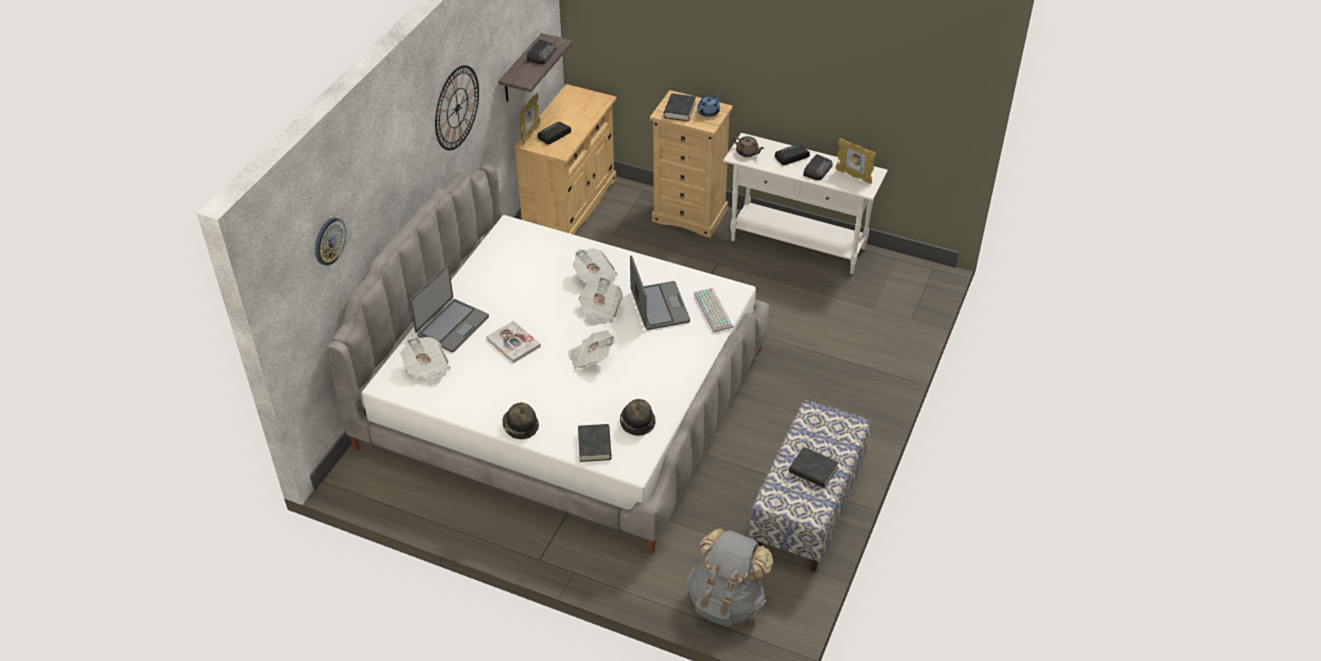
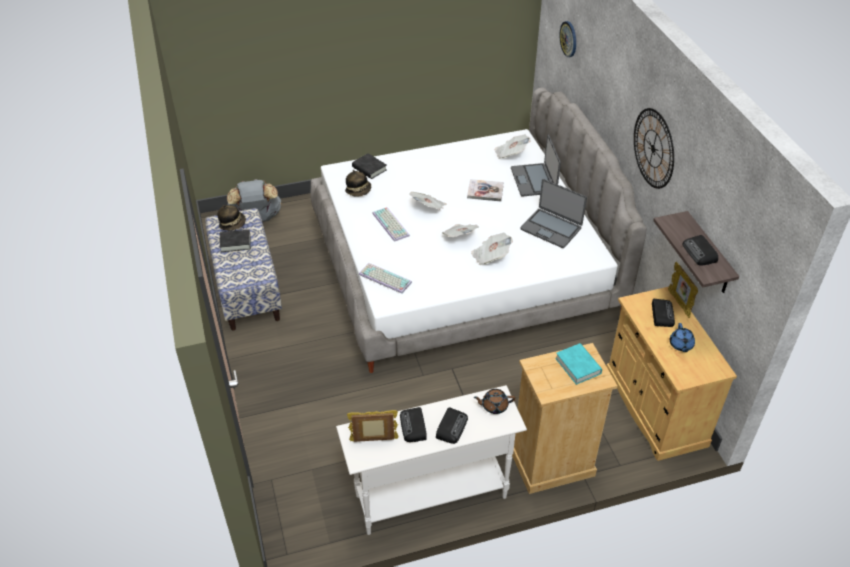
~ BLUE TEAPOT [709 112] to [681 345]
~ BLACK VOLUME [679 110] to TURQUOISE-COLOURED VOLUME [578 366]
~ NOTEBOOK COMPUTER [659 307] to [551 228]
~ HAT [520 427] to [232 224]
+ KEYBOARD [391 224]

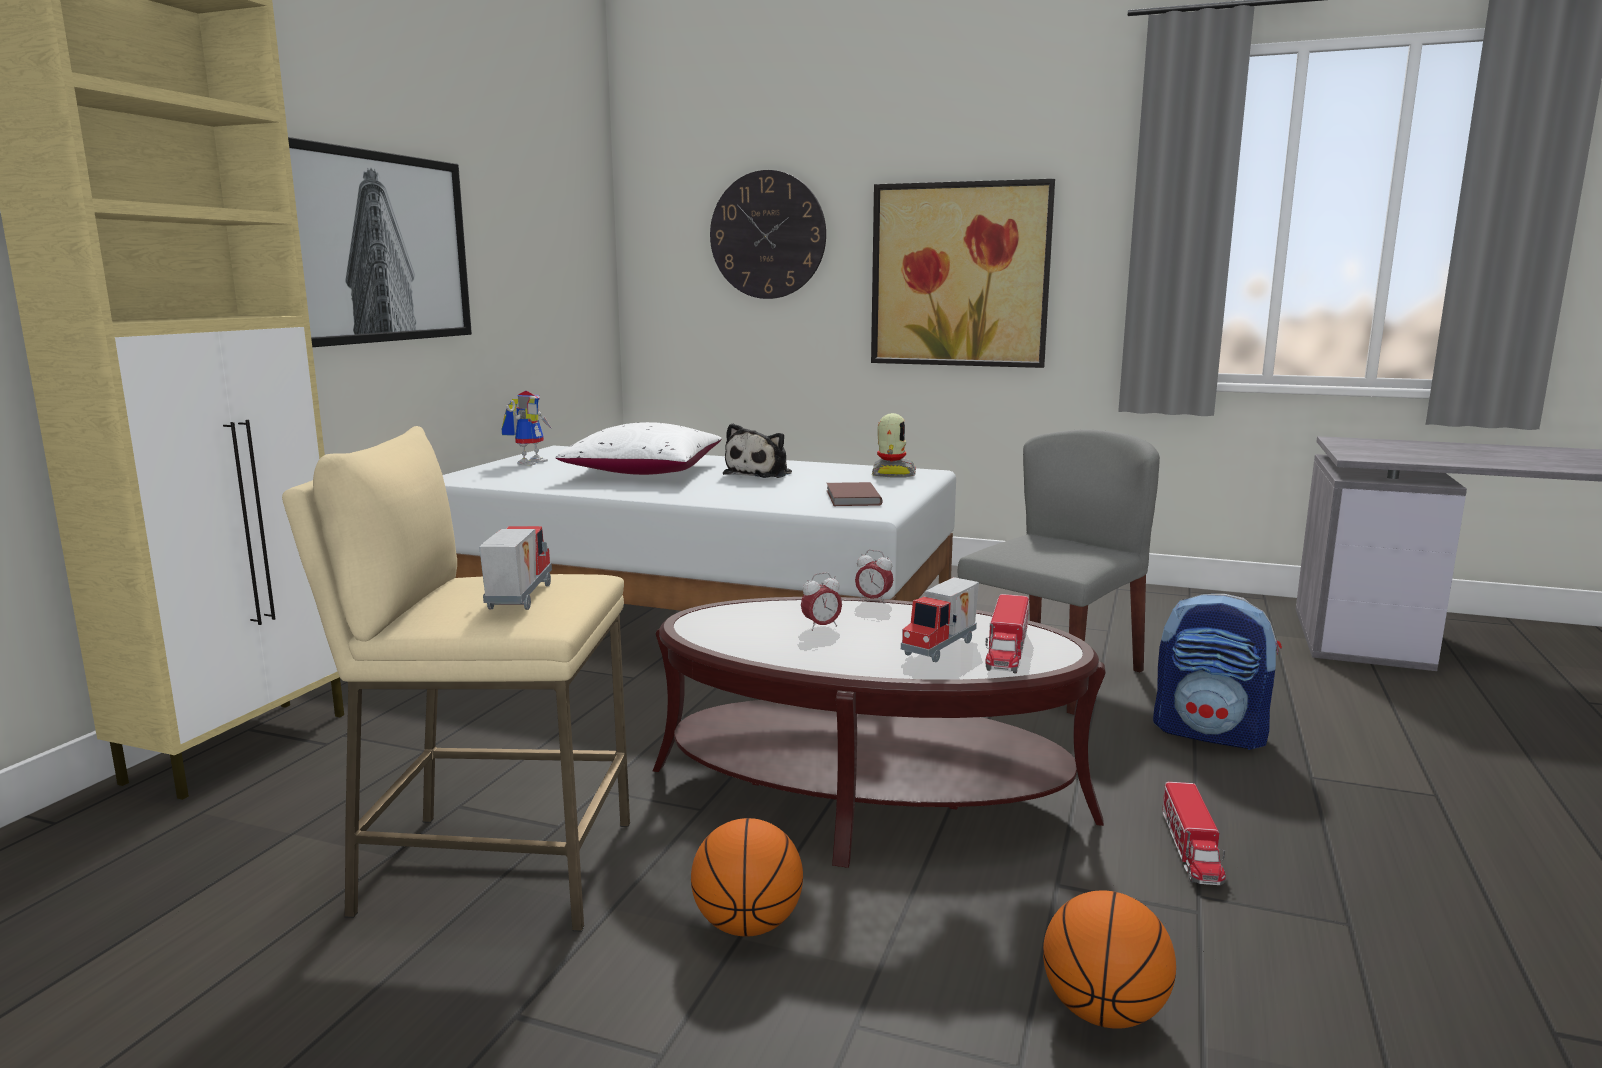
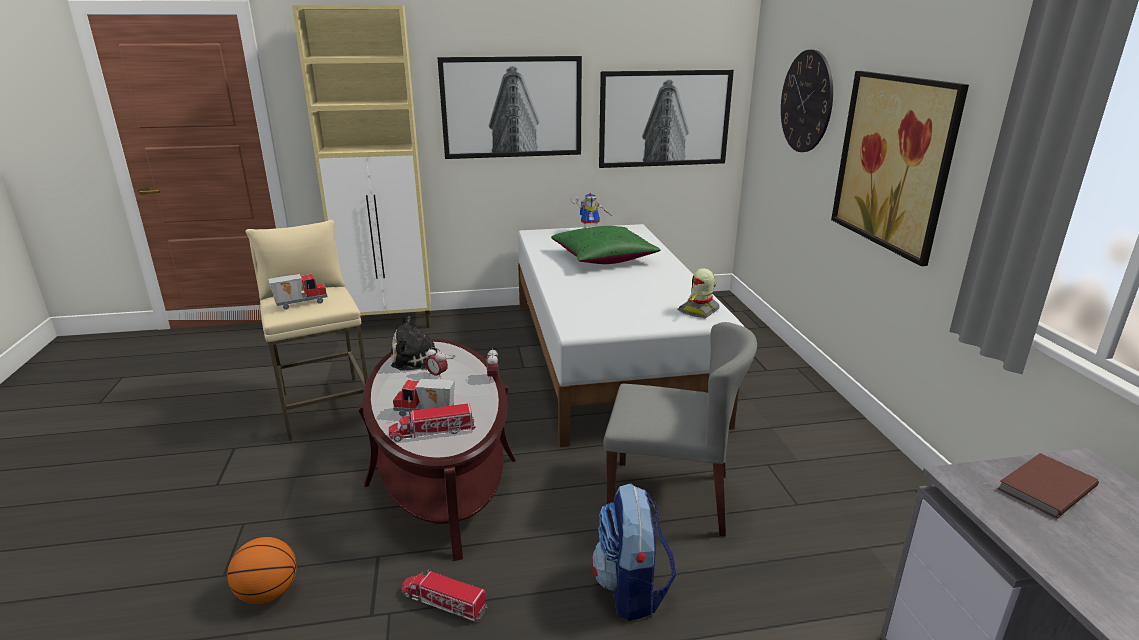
~ TOY ROBOT [892 473] = [699 311] 150 degrees clockwise
~ WHITISH CUSHION [643 472] to GREEN CUSHION [603 258]
~ CUDDLY TOY [760 474] to [418 360]
~ BROWN-COLOURED VOLUME [851 498] to [1043 487]
~ TOY TRUCK [1191 849] = [443 602] 45 degrees clockwise
- BASKETBALL BALL [747 925]
+ WALL ART [664 119]

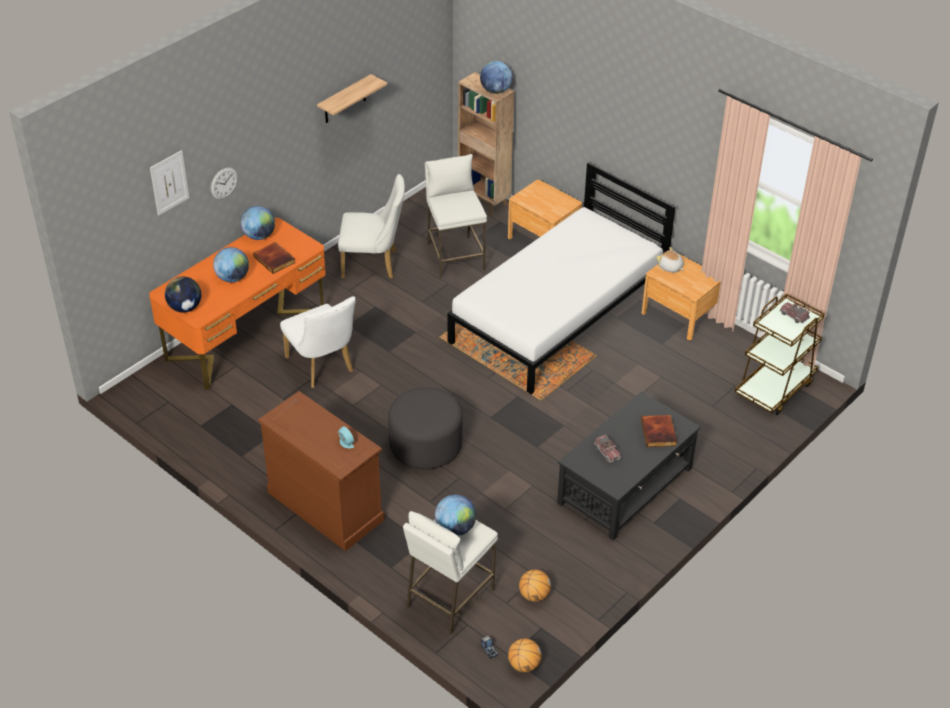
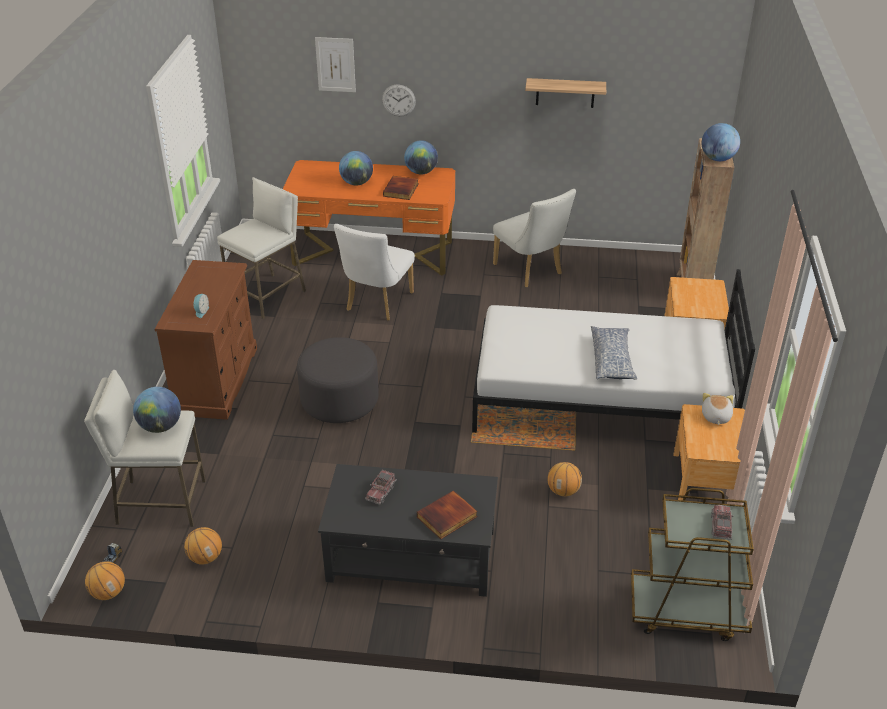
~ WHITISH STOOL SEAT [455 257] to [268 296]
- GLOBE [185 308]
+ CUSHION [612 360]
+ BASKETBALL BALL [563 491]

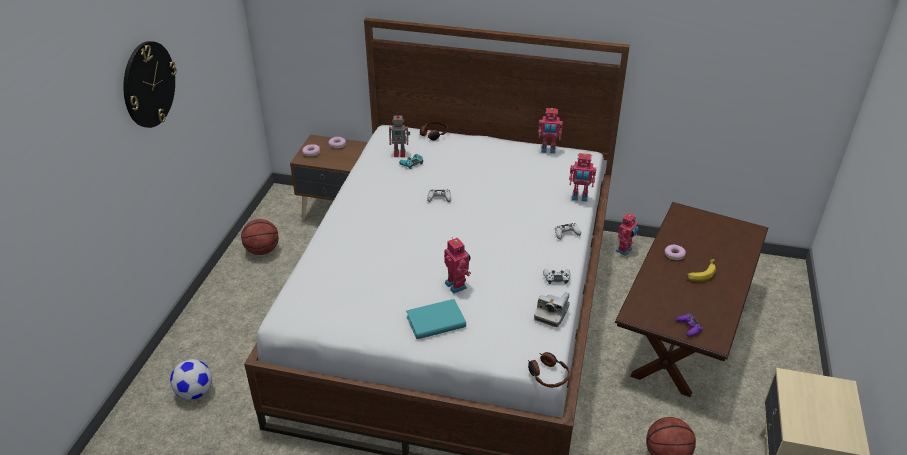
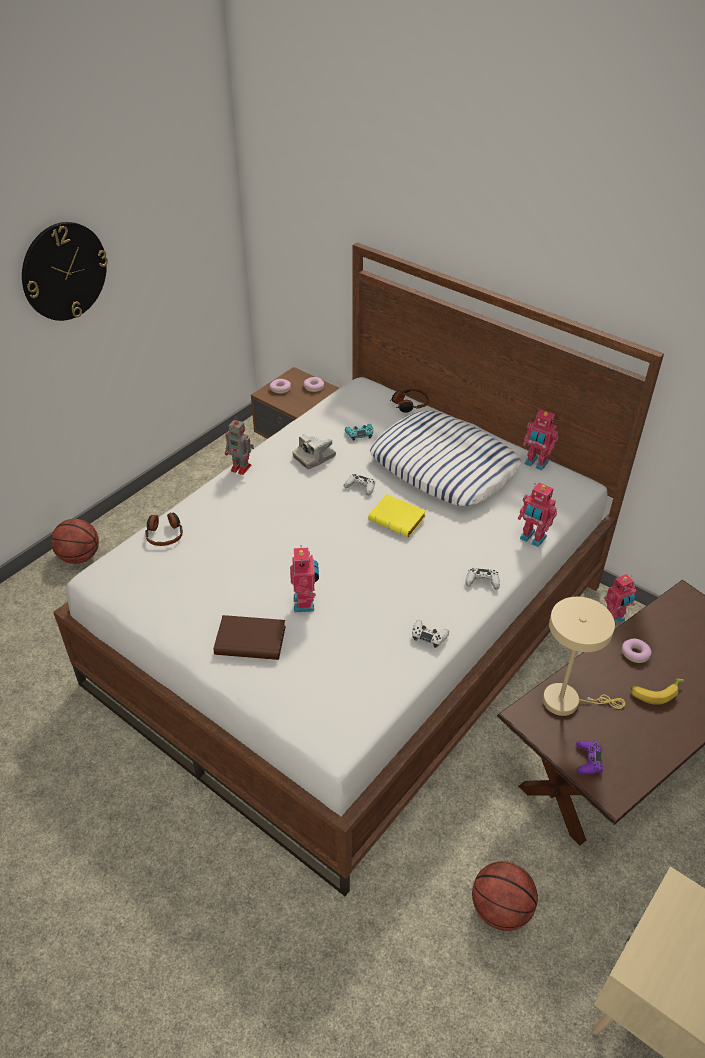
~ TOY ROBOT [400 153] to [242 468]
~ BASKETBALL BALL [262 250] to [79 557]
~ PHOTO CAMERA [551 313] to [314 457]
~ TURQUOISE-COLOURED VOLUME [436 322] to BROWN-COLOURED VOLUME [250 641]
~ HEADPHONES [547 374] to [164 534]
- BALL FOR FOOTBALL [194 392]
+ CUSHION [444 466]
+ YELLOWISH VOLUME [399 519]
+ SAND-COLOURED LAMP FOR A TABLE [567 701]

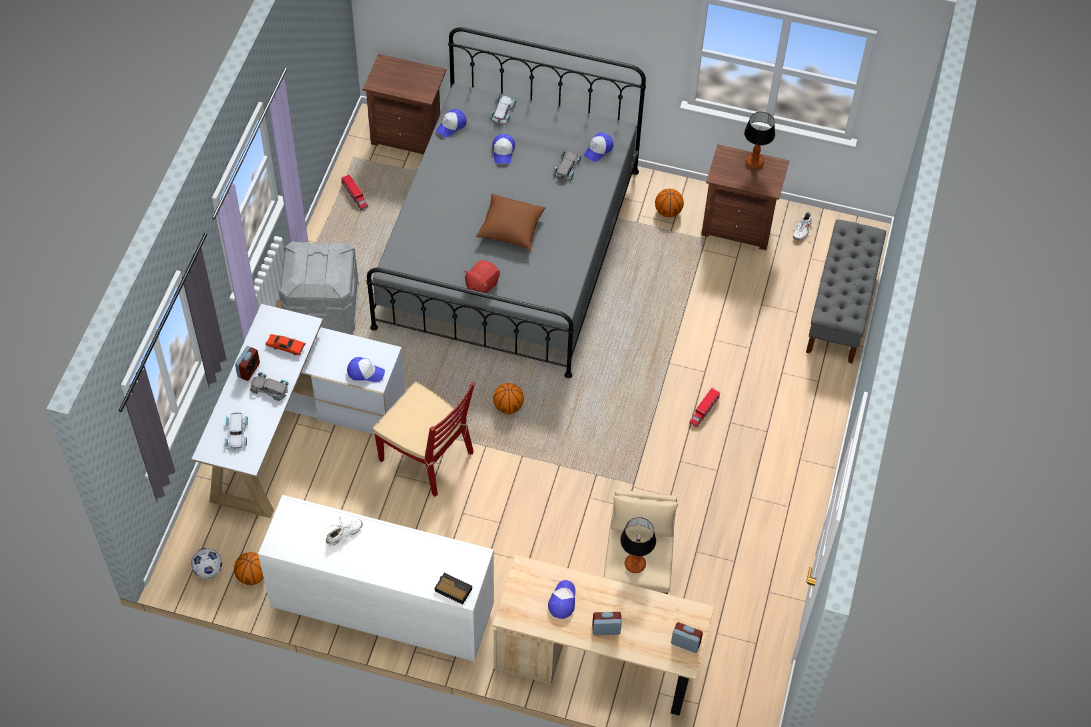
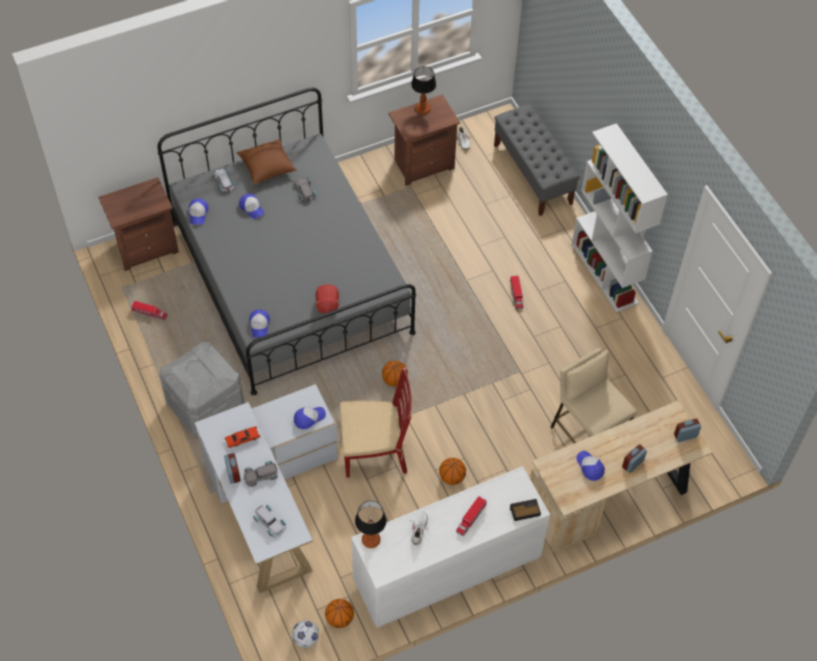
~ PEAKED CAP [598 150] to [259 325]
~ BASKETBALL BALL [668 212] to [452 477]
~ BROWN-COLOURED CUSHION [510 229] to [267 168]
~ LAMP FOR A TABLE [634 564] to [370 540]
+ WHITISH BOOKSHELF [605 273]
+ TOY TRUCK [471 518]

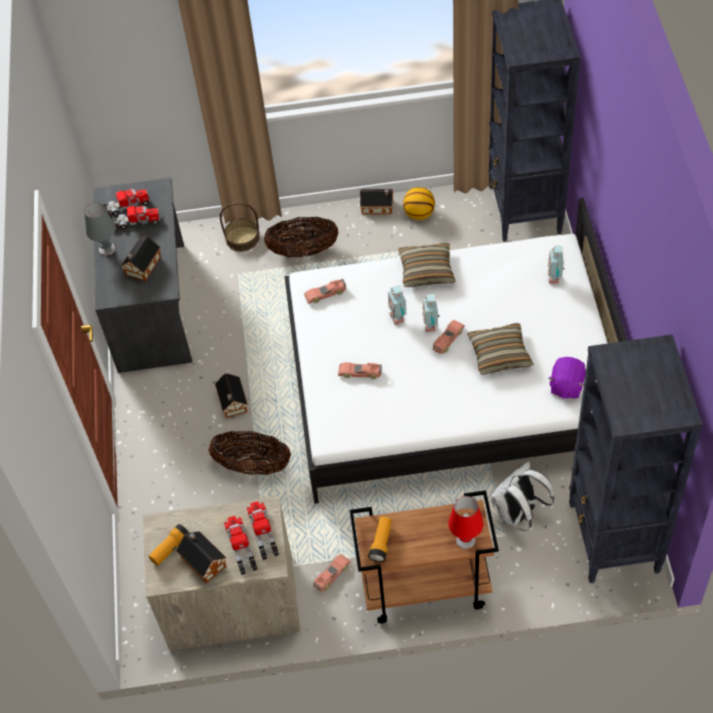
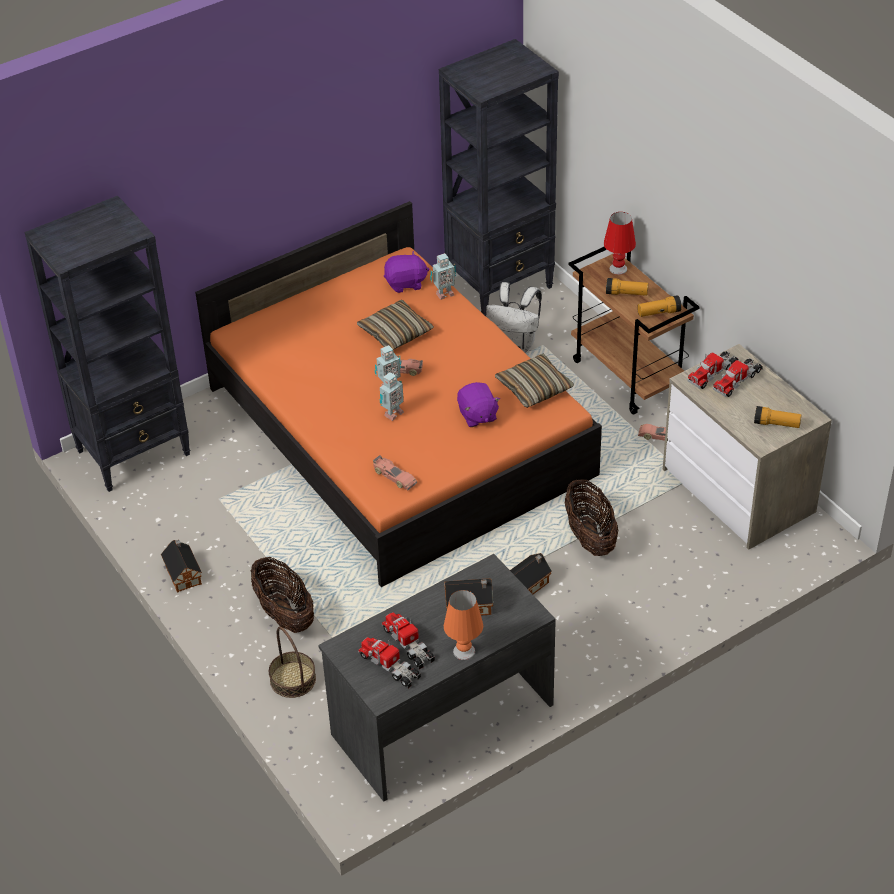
- BASKETBALL BALL [419 214]
~ WHITISH BEDROOM BED [451 382] to ORANGE-COLOURED BEDROOM BED [398 431]
~ GREYISH LAMP FOR A TABLE [107 249] to ORANGE-COLOURED LAMP FOR A TABLE [464 651]
~ CUSHION [426 271] to [534 388]
~ TOY ROBOT [554 277] to [444 294]
~ MINIATURE CAR [360 372] to PURPLE-COLOURED CUDDLY TOY [477 415]
- MINIATURE HOUSE [203 560]
+ TORCH [626 293]

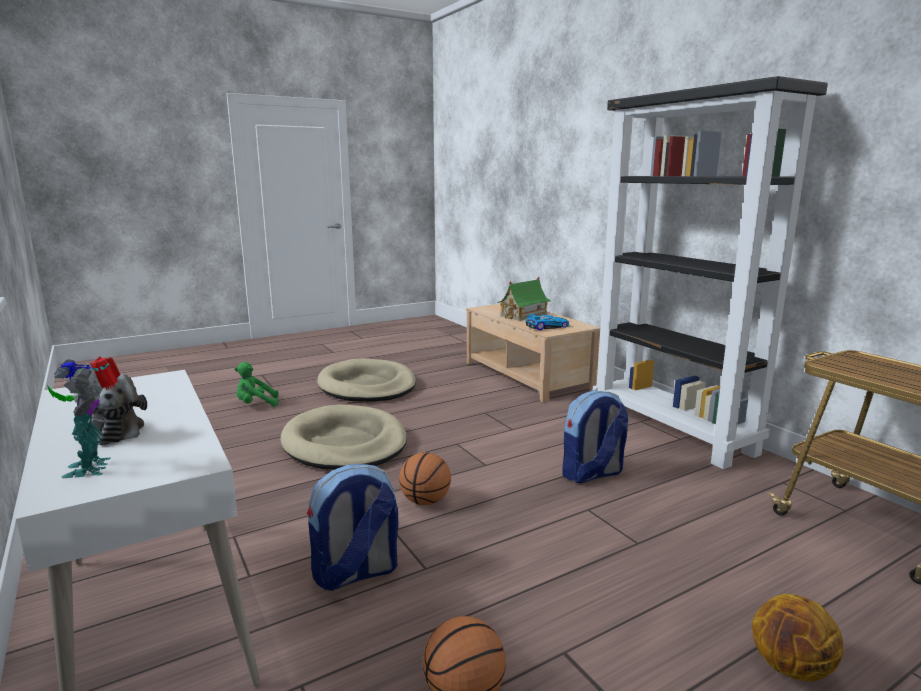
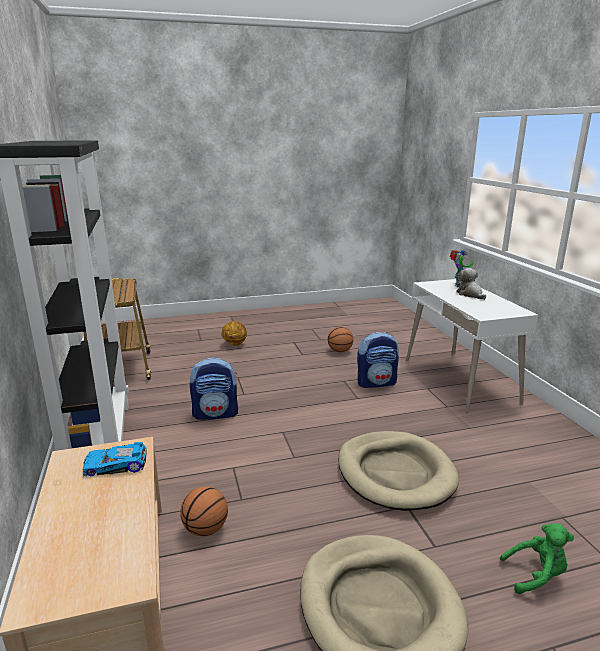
- MINIATURE HOUSE [523 315]
~ BASKETBALL BALL [425 501] to [205 529]

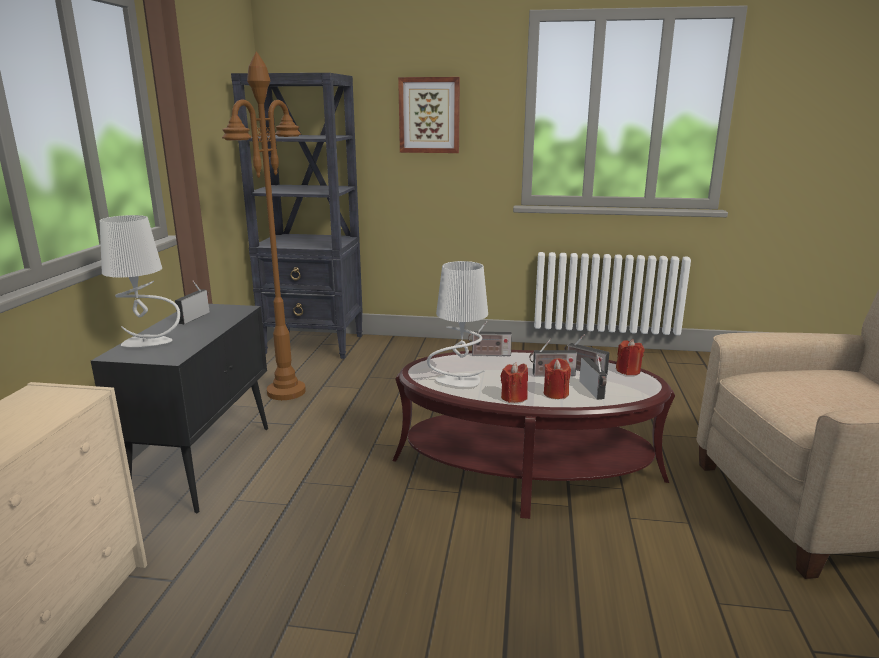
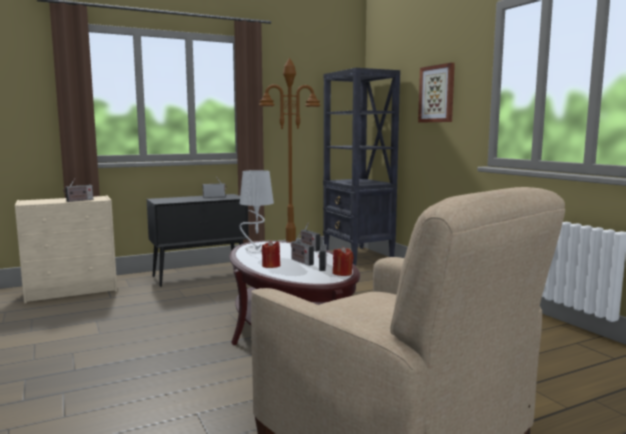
- GREYISH LAMP FOR A TABLE [147 342]
~ RADIO SET [593 390] to [79 200]
- RED WAX LIGHT [513 397]

